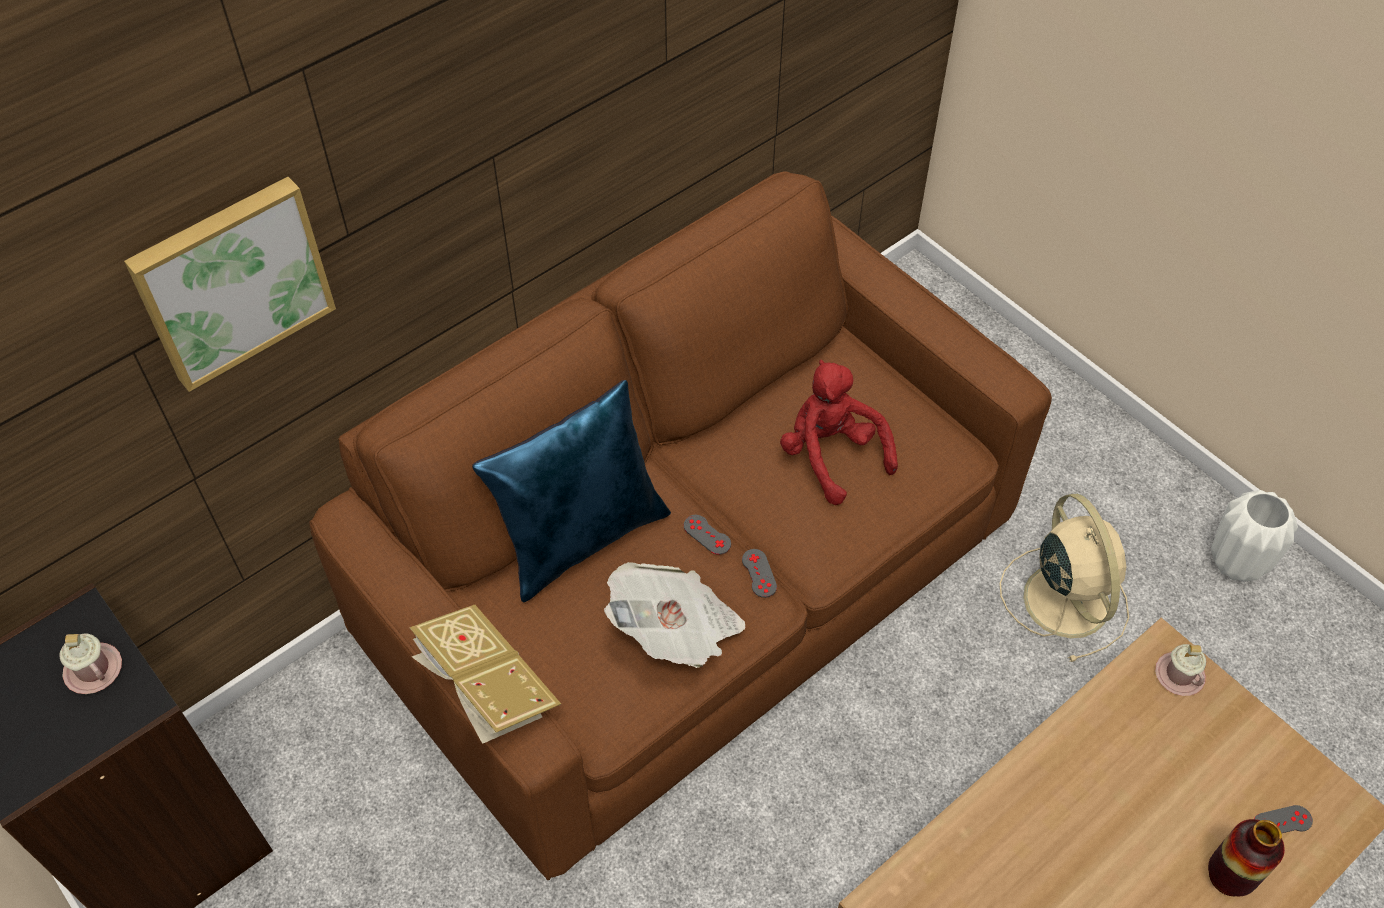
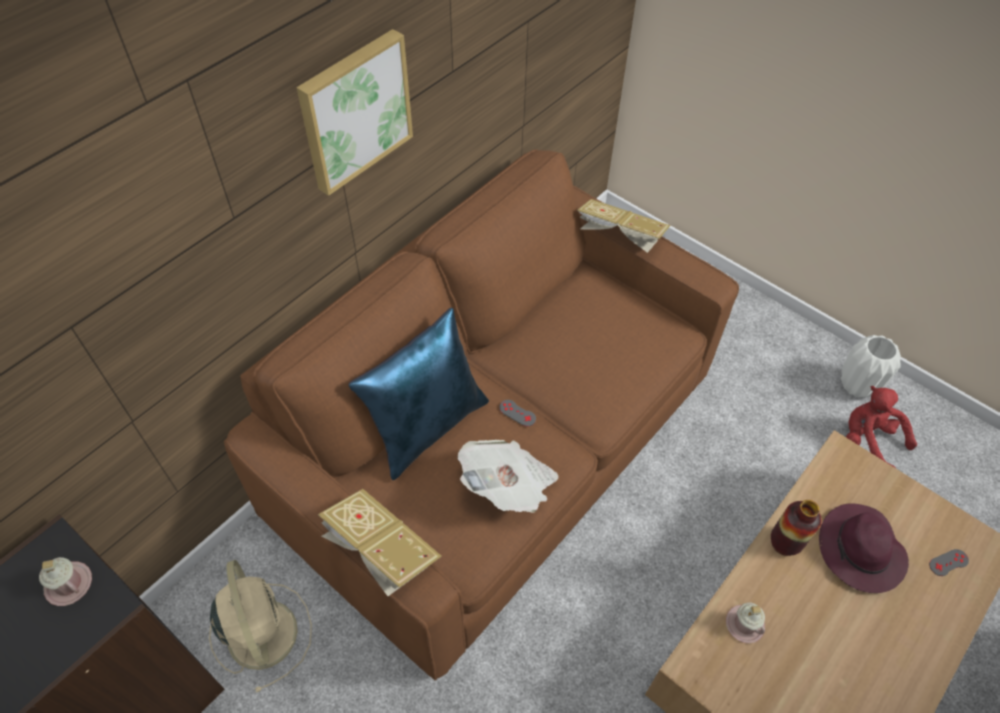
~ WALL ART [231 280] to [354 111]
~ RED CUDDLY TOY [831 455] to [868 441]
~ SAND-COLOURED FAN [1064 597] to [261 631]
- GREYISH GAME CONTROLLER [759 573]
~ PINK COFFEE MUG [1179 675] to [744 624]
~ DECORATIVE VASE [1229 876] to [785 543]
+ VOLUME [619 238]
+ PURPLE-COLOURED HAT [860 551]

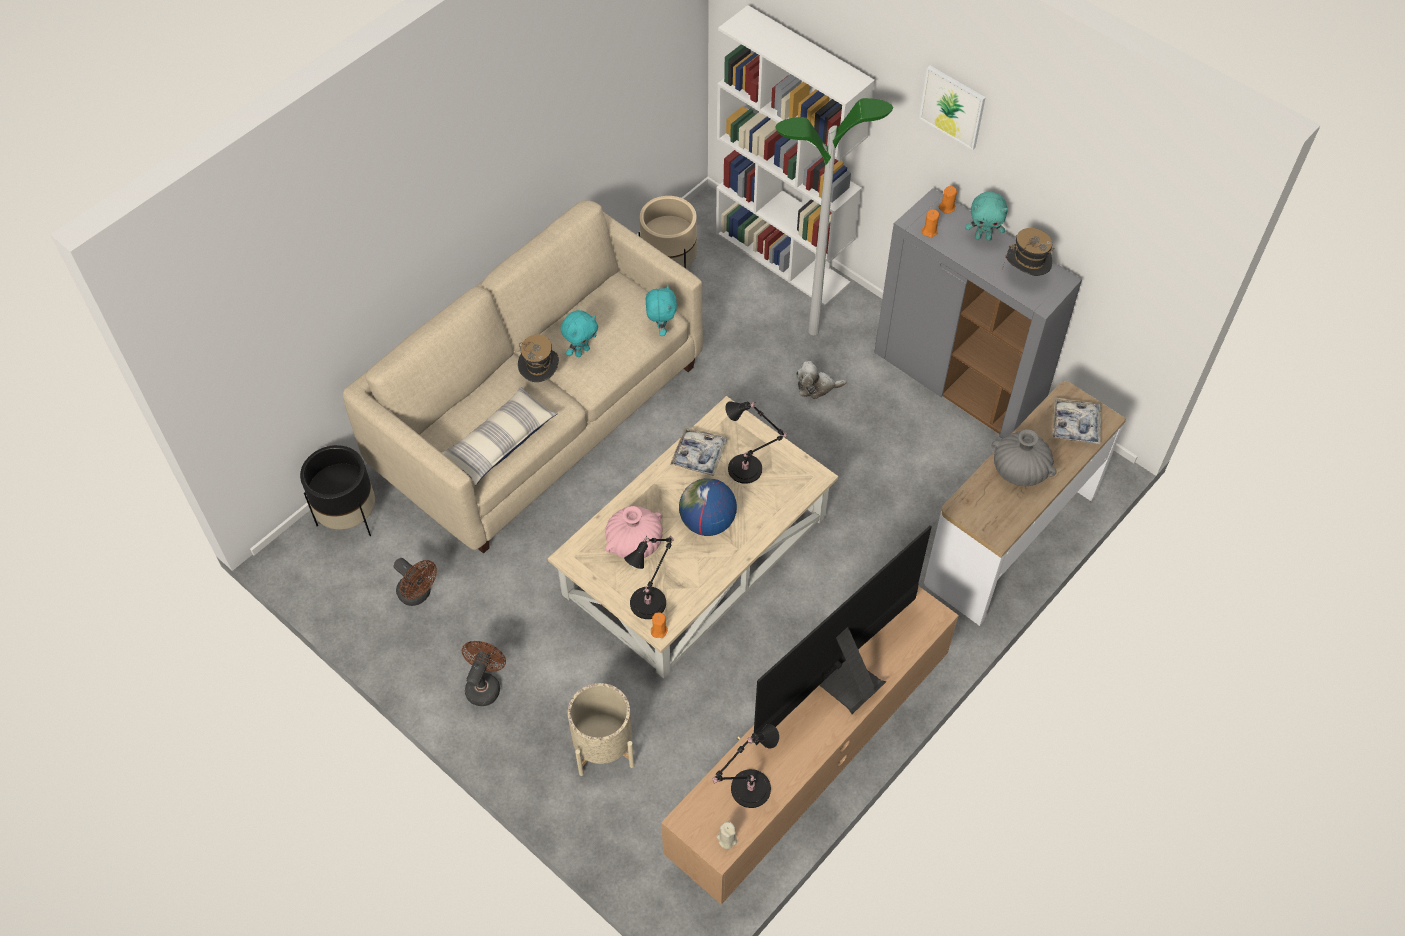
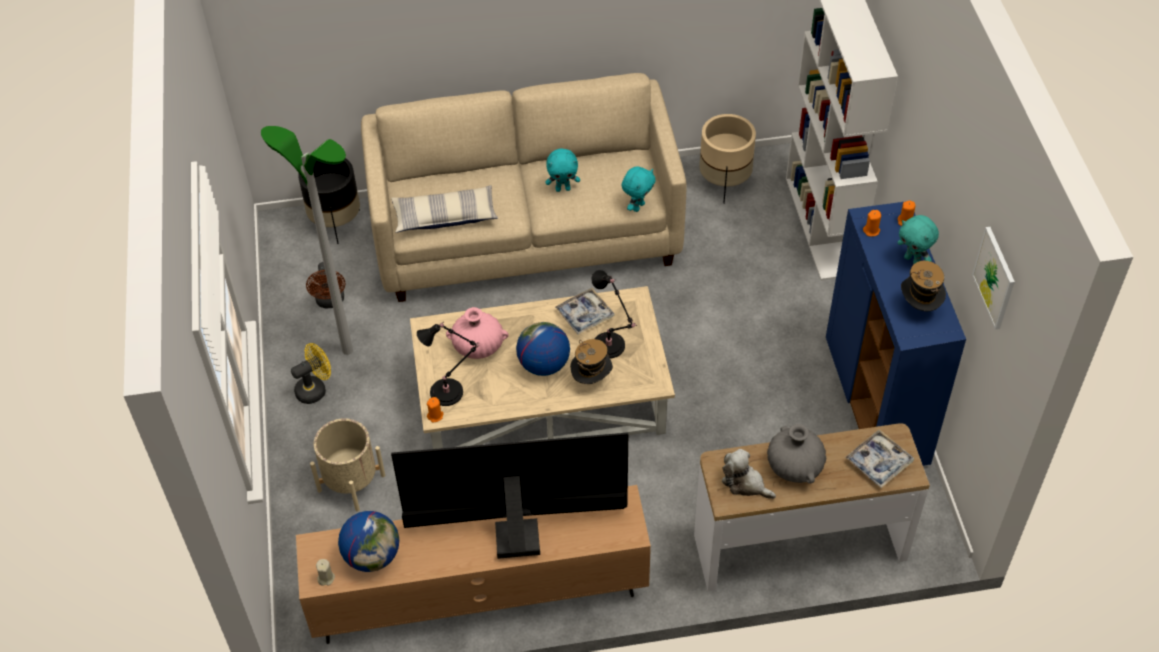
~ WALL ART [952 107] to [995 277]
~ STANDARD LAMP [813 330] to [348 350]
~ GREYISH CUPBOARD [959 381] to BLUE CUPBOARD [877 401]
~ HAT [540 377] to [591 380]
~ CUDDLY TOY [816 387] to [745 483]
~ BROWN-COLOURED FAN [485 685] to YELLOWISH FAN [315 389]
~ BLACK LAMP FOR A TABLE [747 790] to GLOBE [372 556]

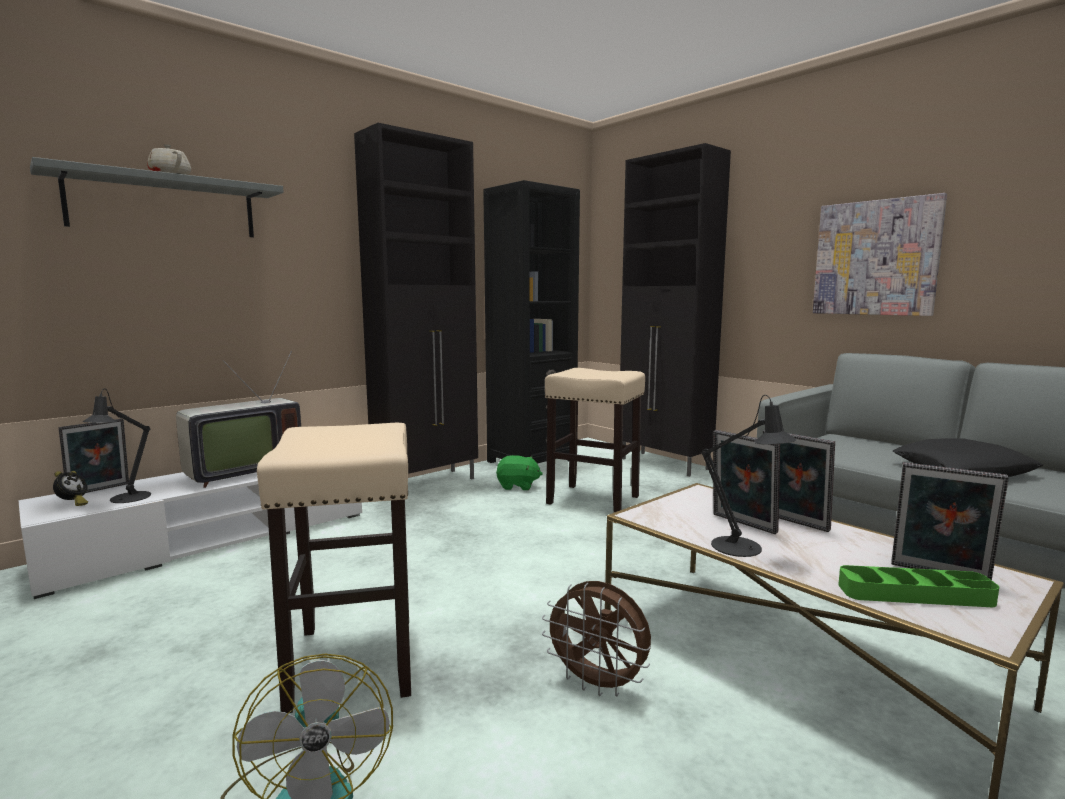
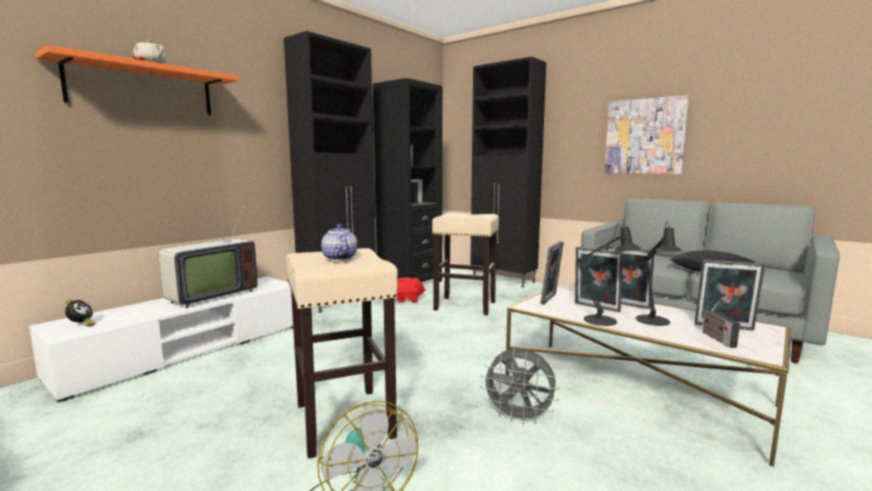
~ GREYISH SHELF [164 206] to ORANGE-COLOURED SHELF [142 88]
~ BLACK LAMP FOR A TABLE [126 499] to [654 322]
~ STANDING FRAME [99 490] to [551 299]
~ GREEN CUDDLY TOY [518 486] to RED CUDDLY TOY [407 300]
~ GREEN CARRYING TRAY [914 594] to RADIO SET [716 338]
~ BROWN-COLOURED FAN [598 684] to GREYISH FAN [519 418]
+ TEAPOT [339 258]

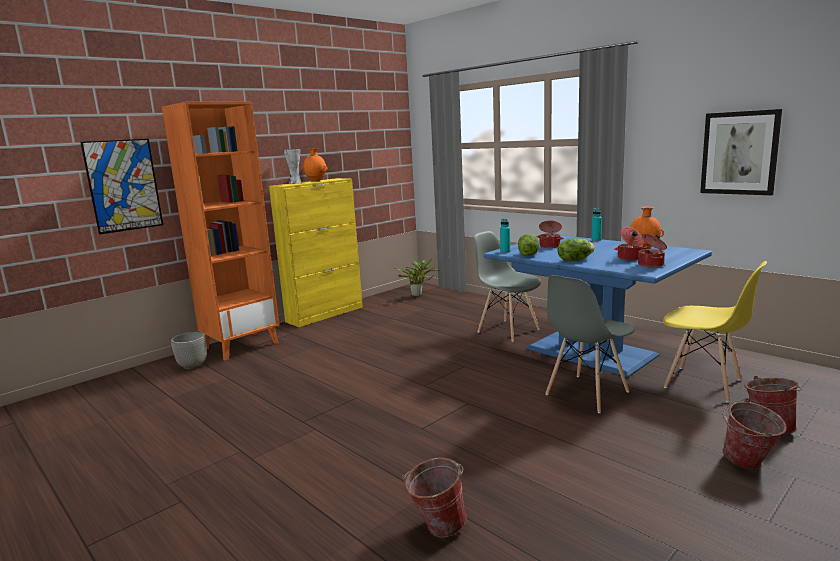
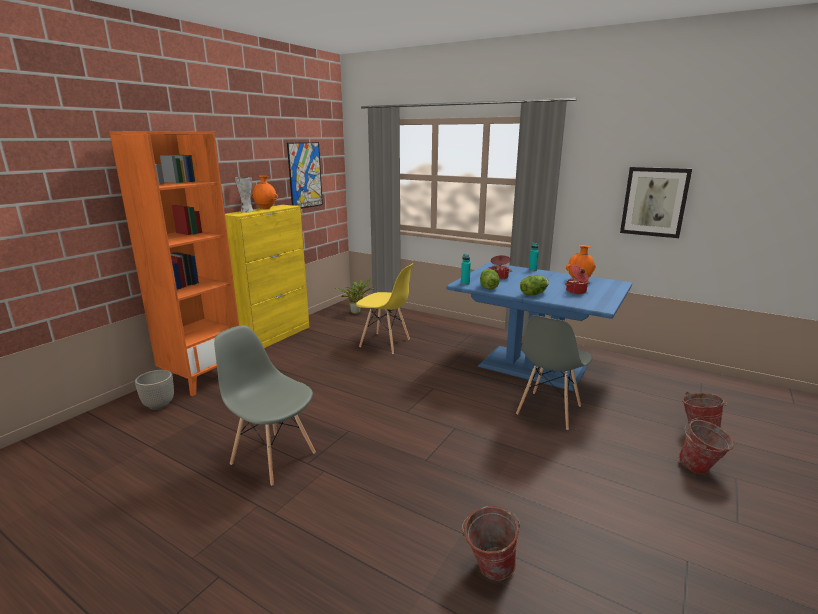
~ WALL ART [123 185] to [305 175]
~ GREYISH PLAIN CHAIR [507 330] to [272 457]
- STOCKPOT [651 265]
~ YELLOWISH PLAIN CHAIR [704 384] to [385 343]

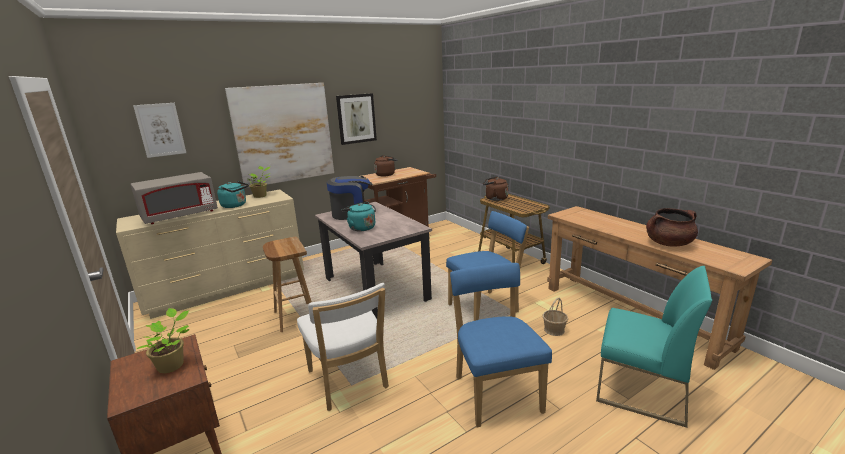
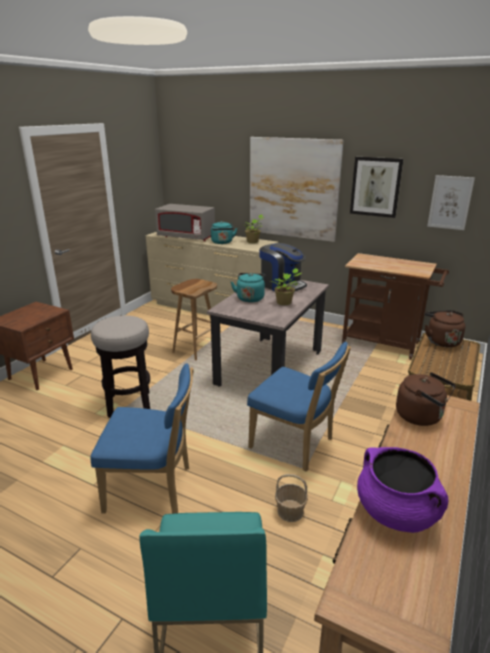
~ WALL ART [160 130] to [450 202]
~ BROWN-COLOURED KETTLE [386 174] to [421 416]
~ BROWN-COLOURED STOCKPOT [669 243] to PURPLE-COLOURED STOCKPOT [397 512]
~ BLUE PLAIN CHAIR [496 391] = [153 489] 45 degrees clockwise
~ WHITISH PLAIN CHAIR [349 382] to STOOL SEAT [129 404]
~ HOUSEPLANT [173 365] to [285 303]

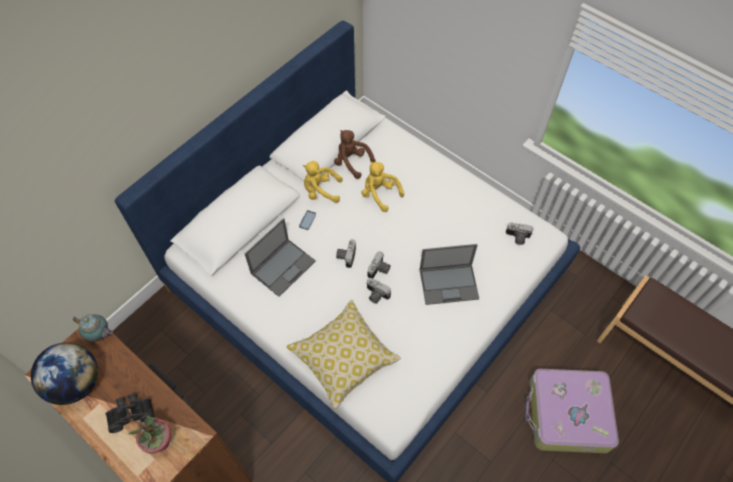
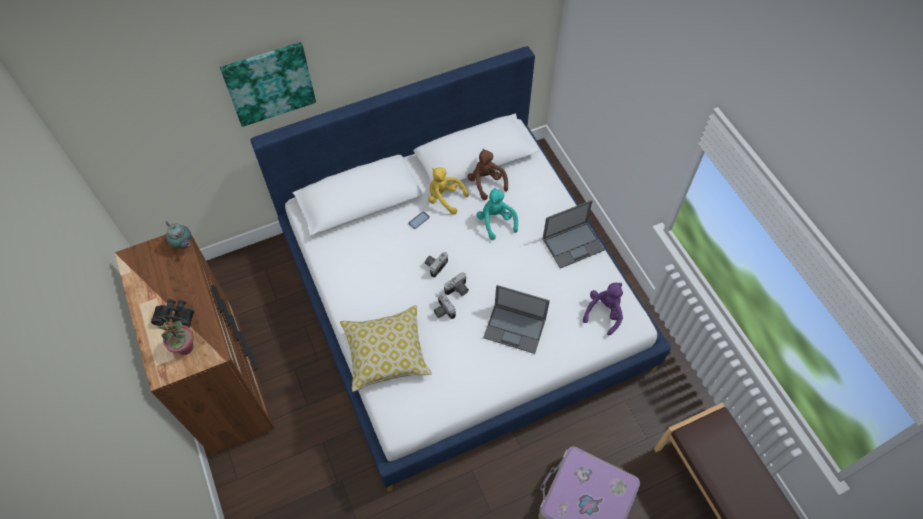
~ YELLOWISH CUDDLY TOY [379 194] to TURQUOISE-COLOURED CUDDLY TOY [496 222]
~ NOTEBOOK COMPUTER [283 266] to [573 244]
~ PHOTO CAMERA [517 237] to PURPLE-COLOURED CUDDLY TOY [604 313]
- GLOBE [76 383]
+ WALL ART [269 83]

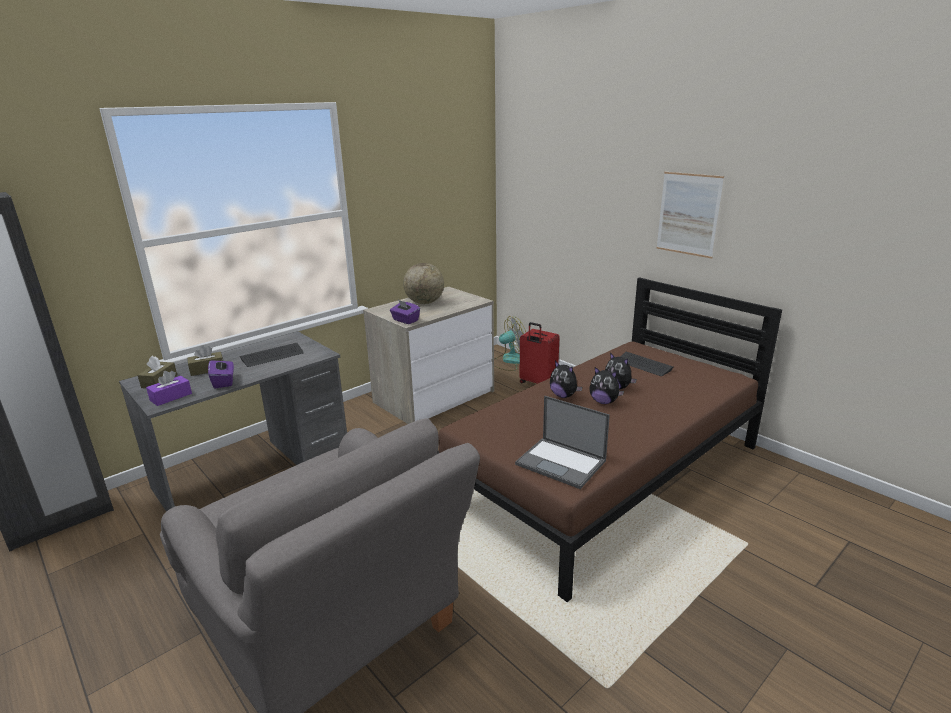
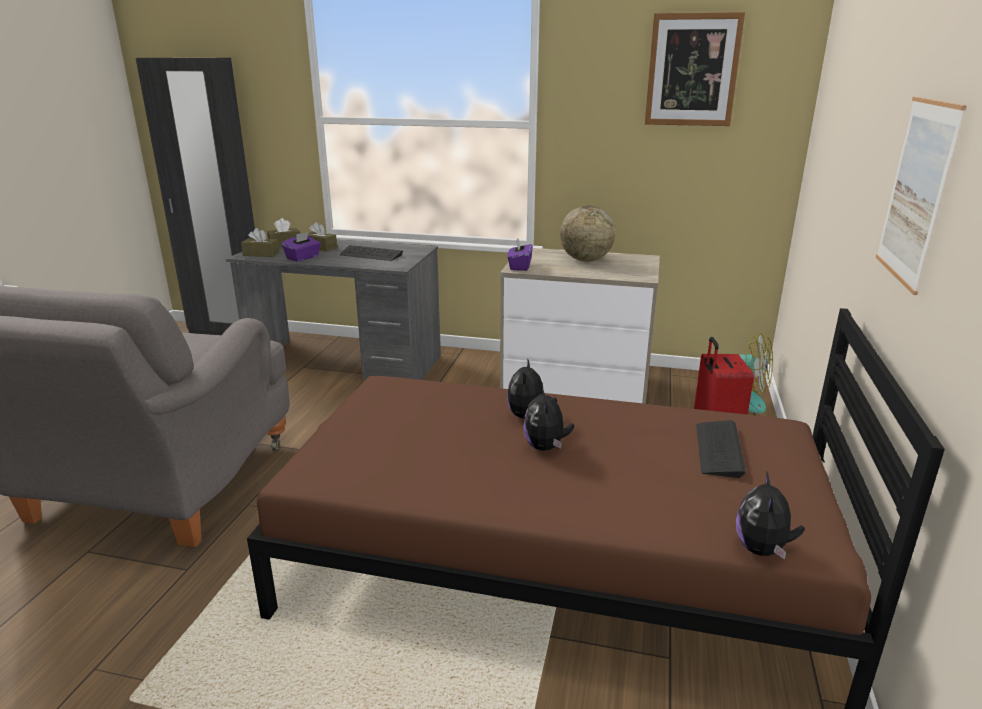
~ CUDDLY TOY [618 387] to [762 549]
~ PURPLE-COLOURED TISSUE HOLDER [171 397] to BROWN-COLOURED TISSUE HOLDER [261 254]
- NOTEBOOK COMPUTER [562 463]
+ WALL ART [692 70]

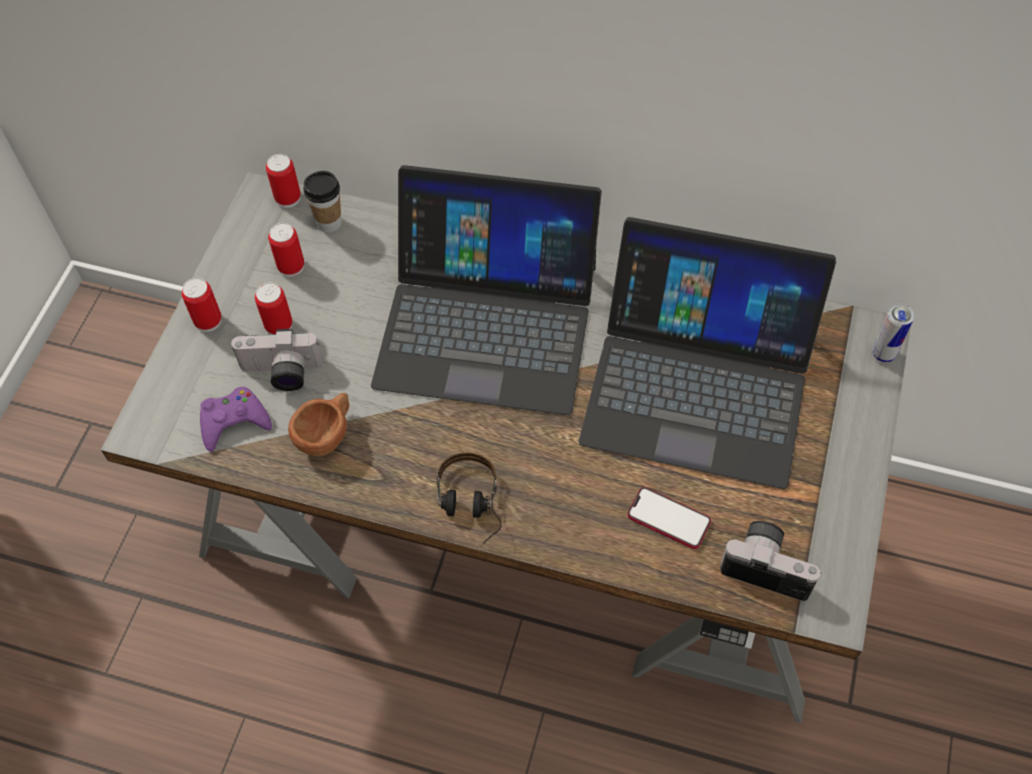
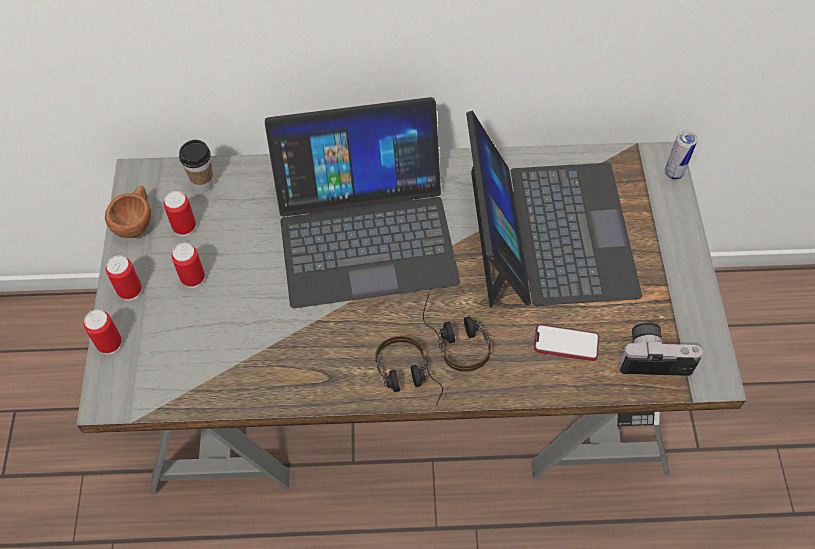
~ METAL CAN [288 198] to [109 343]
~ NOTEBOOK COMPUTER [698 384] = [547 233] 90 degrees counterclockwise
- PHOTO CAMERA [281 374]
- PURPLE-COLOURED GAME CONTROLLER [234 421]
~ BROWN-COLOURED DRINKING CUP [327 434] to [136 222]
+ HEADPHONES [455 337]

